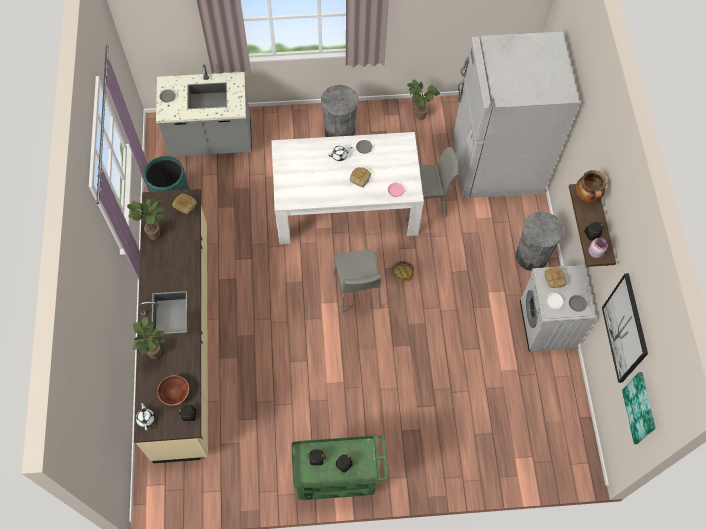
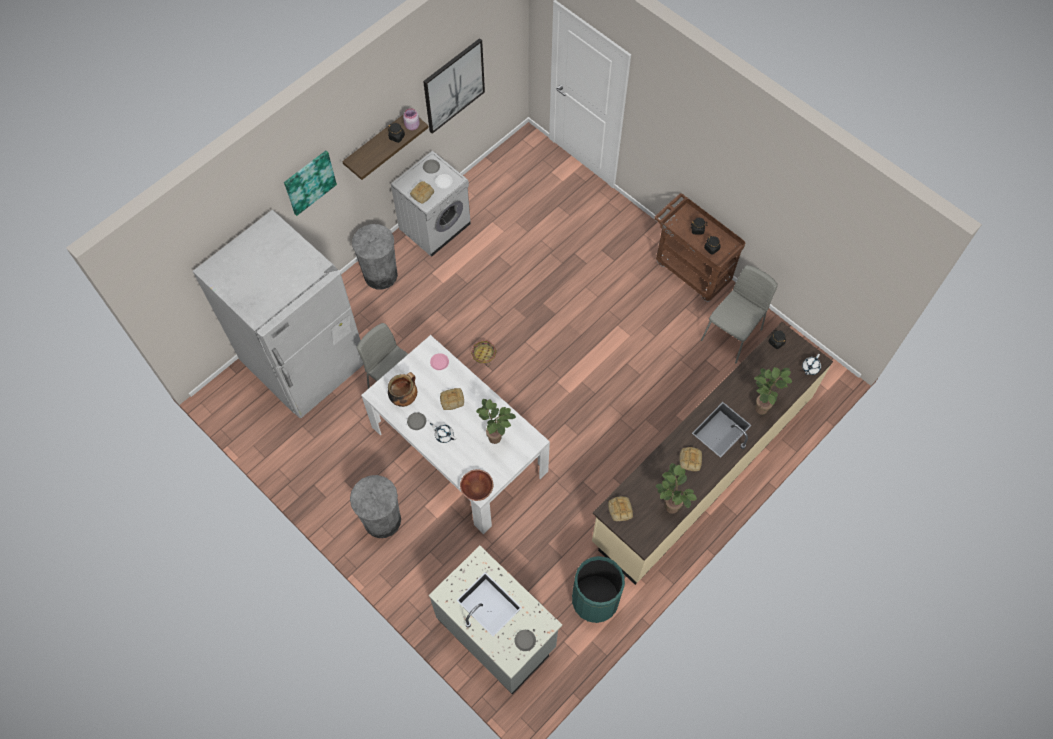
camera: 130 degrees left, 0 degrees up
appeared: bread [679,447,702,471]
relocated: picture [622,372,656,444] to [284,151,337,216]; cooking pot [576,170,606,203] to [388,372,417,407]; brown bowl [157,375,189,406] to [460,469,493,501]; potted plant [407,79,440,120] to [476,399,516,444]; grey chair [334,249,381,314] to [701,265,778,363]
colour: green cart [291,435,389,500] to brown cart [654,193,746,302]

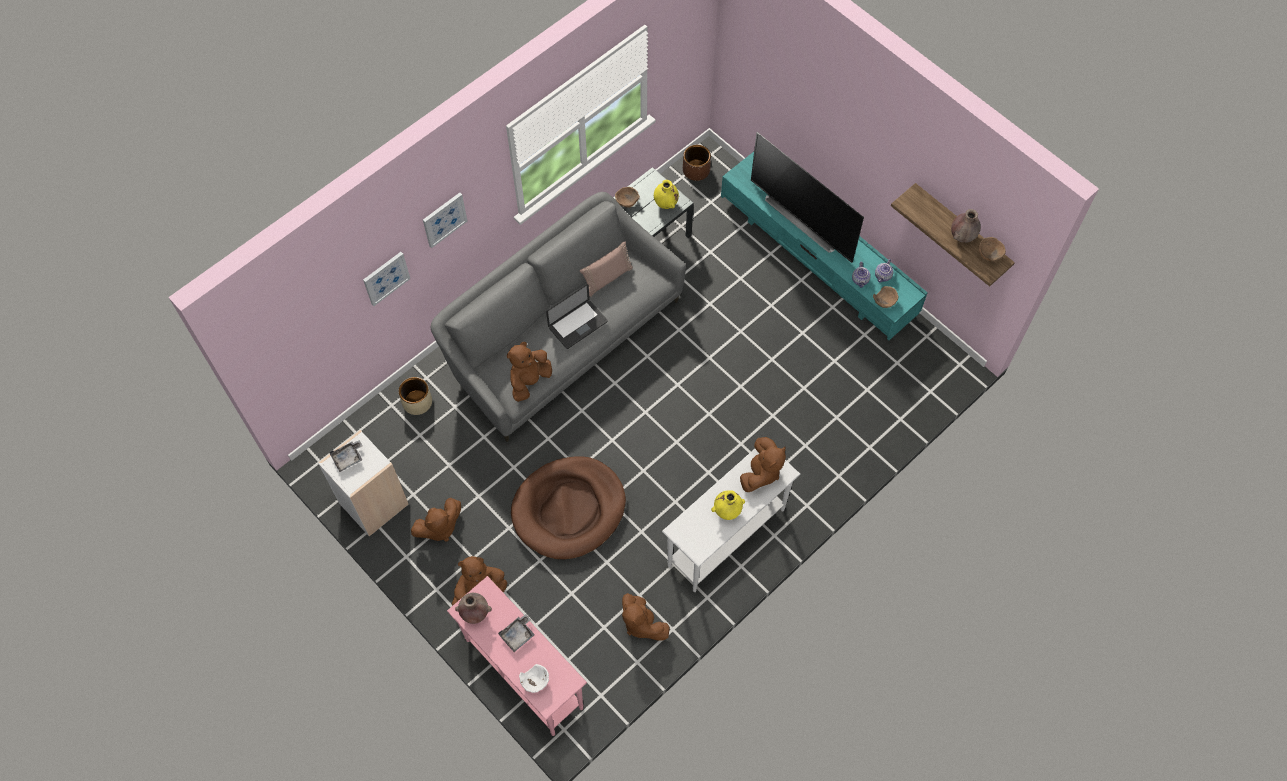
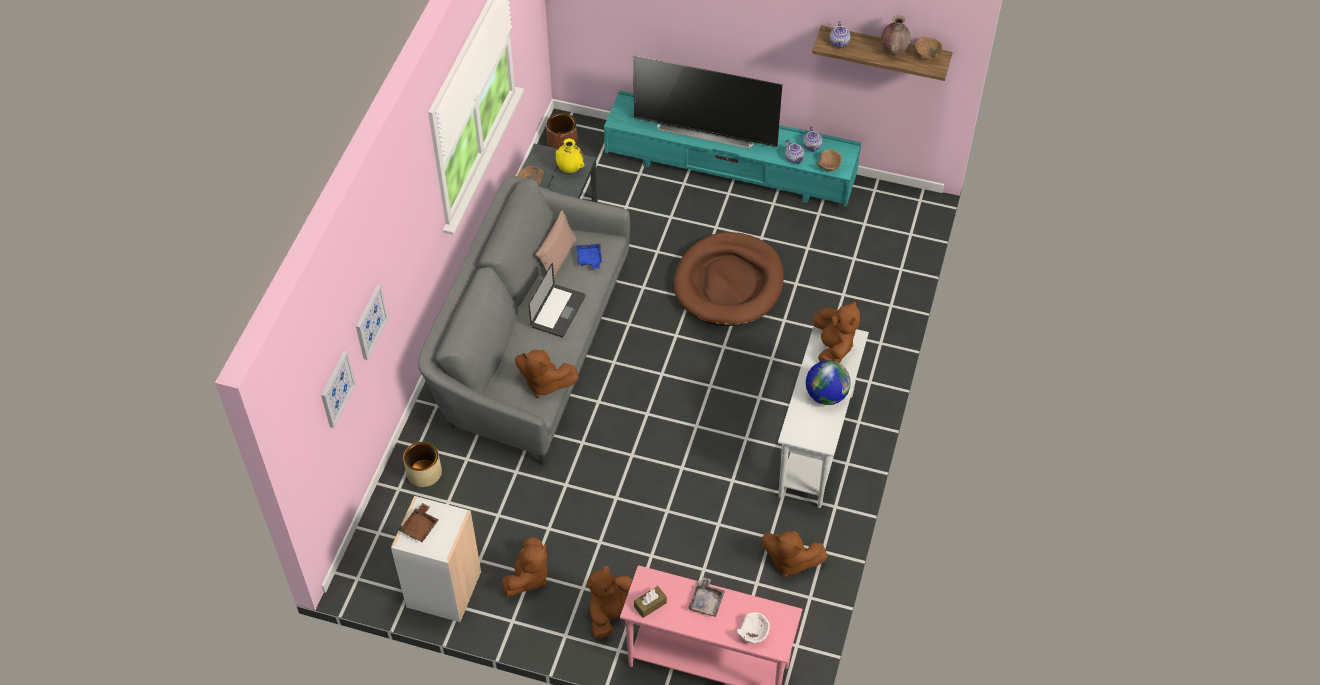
camera: 30 degrees left, 10 degrees down
appeared: blue tray [576,244,602,269]; teapot [830,21,850,48]
relocated: picture [423,193,467,248] to [321,351,356,428]; brown dog bed [511,456,626,559] to [673,232,784,326]
exchanged: brown vase [455,593,492,624] to brown tissue box [634,586,667,618]; yellow vase [711,490,745,520] to globe [806,360,851,405]
colour: grey tray [329,440,363,472] to brown tray [399,503,439,542]
spun: brown plush toy [507,342,552,402] = [515,350,579,397] 75 degrees counterclockwise

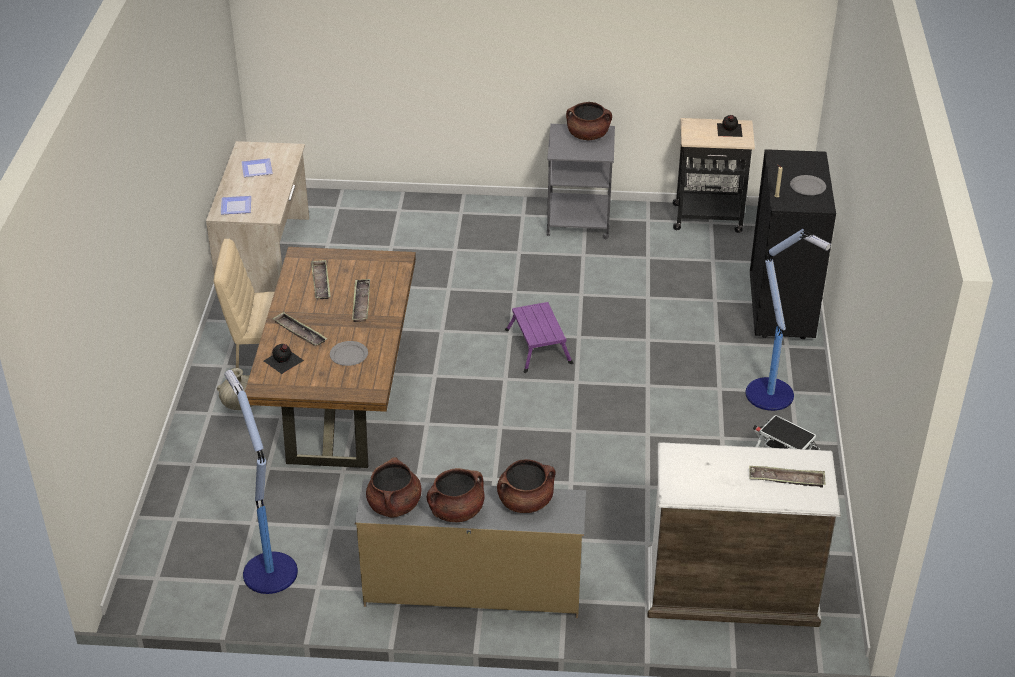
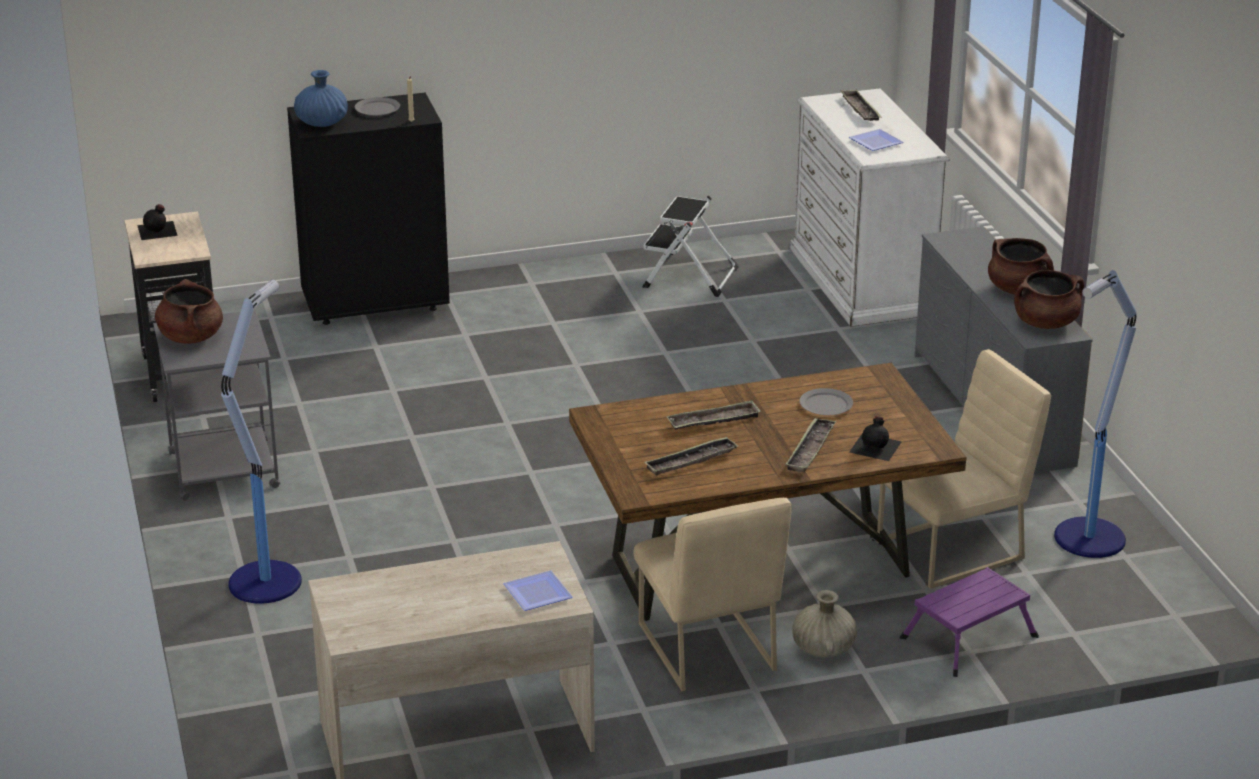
camera: 110 degrees left, 10 degrees down
missing: brown cooking pot [497,459,556,513]
appeared: blue vase [294,70,348,127]; beige chair [877,349,1051,589]
relocated: floor lamp [745,229,831,411] to [221,280,302,604]; plate [242,158,273,177] to [849,129,904,151]; purple step ladder [505,302,573,373] to [900,567,1039,677]

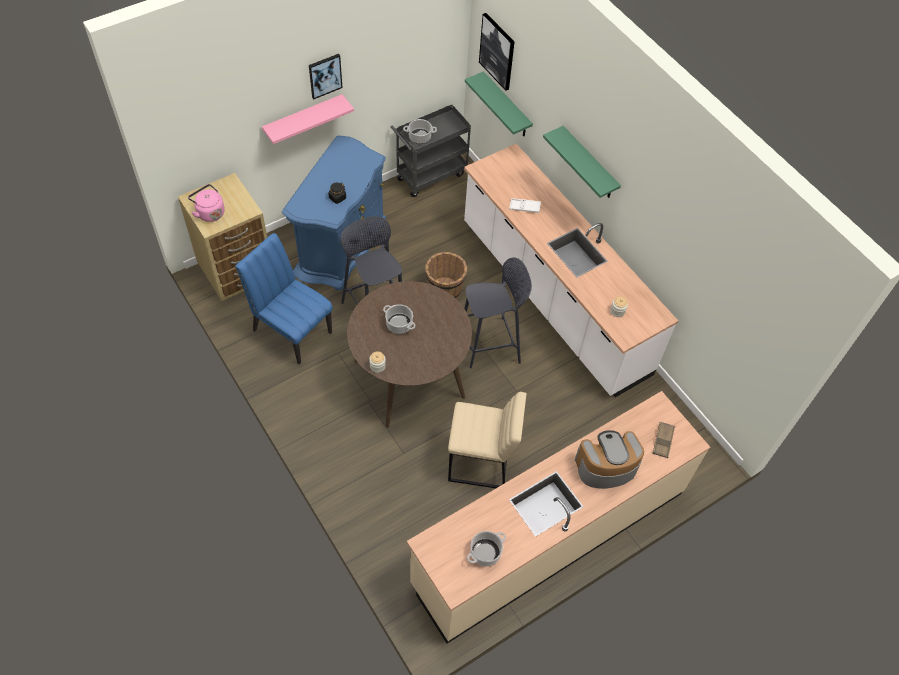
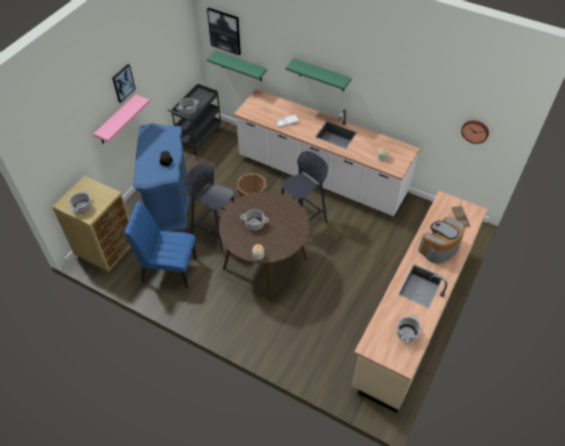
camera: 25 degrees left, 5 degrees down
missing: beige stool [448,392,526,488]
appeared: wall clock [461,120,489,144]
exchanged: pink kettle [188,184,225,222] to cooking pot [69,191,92,214]

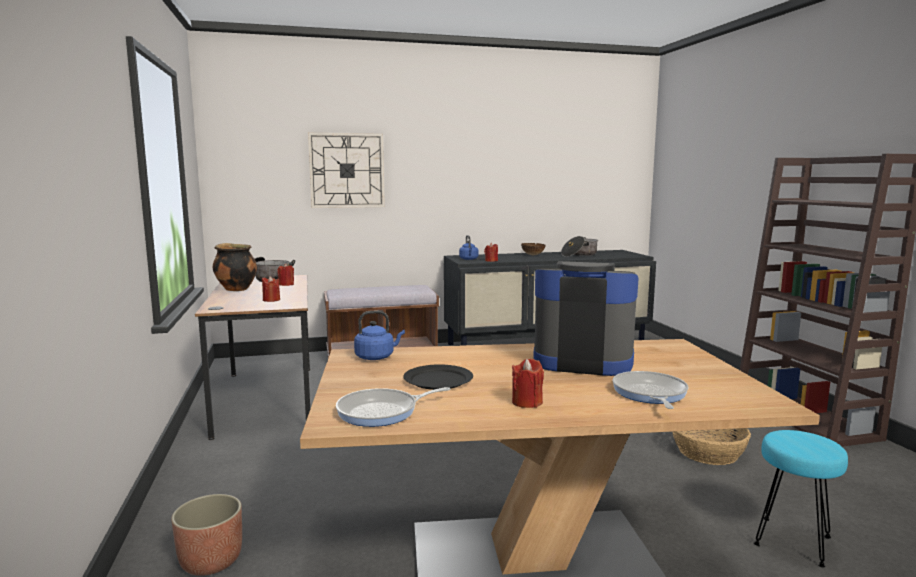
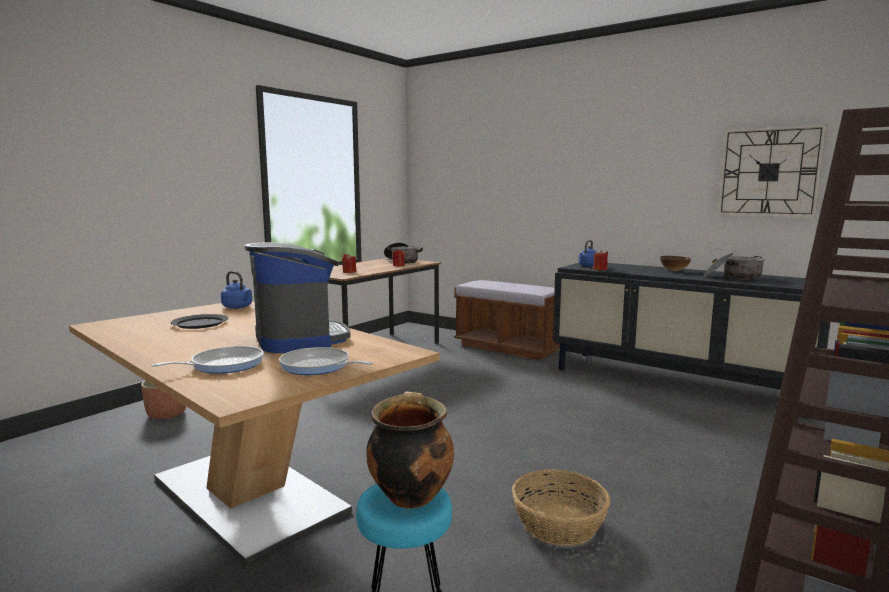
camera: 50 degrees right, 0 degrees up
missing: red candle [512,359,544,408]
relocated: frying pan [336,387,450,427] to [279,347,373,375]; cooking pot [213,243,257,291] to [366,391,454,509]; wall clock [308,133,385,208] to [717,124,827,218]

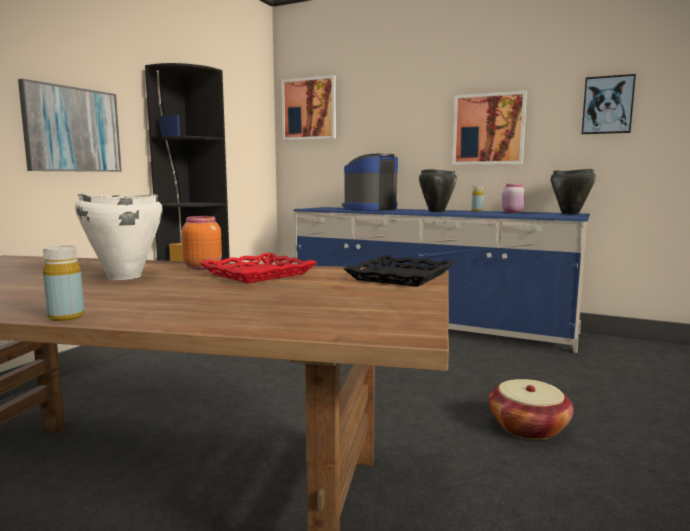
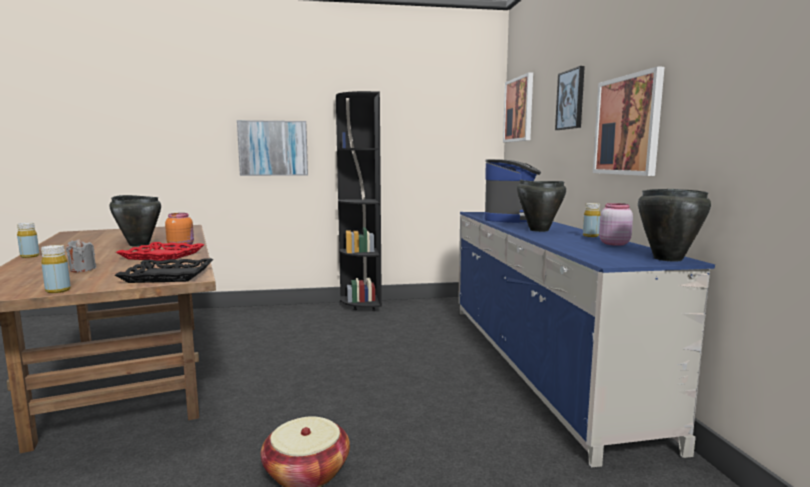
camera: 55 degrees right, 0 degrees up
appeared: yellow bottle [41,245,71,293]; grey candle [66,239,96,272]
relocated: picture [582,74,636,134] to [555,66,585,130]
colour: white cooking pot [75,193,163,280] to black cooking pot [109,195,161,246]
spun: coffee machine [342,154,398,211] = [484,160,541,223] 105 degrees clockwise

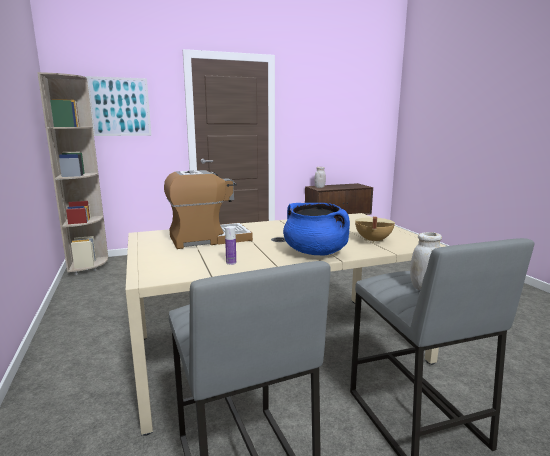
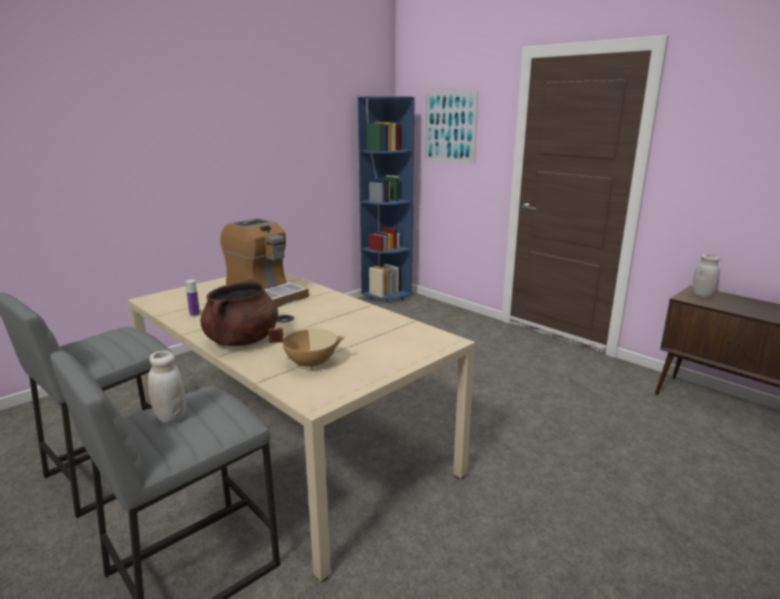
camera: 65 degrees right, 5 degrees up
colour: blue cooking pot [283,203,350,256] to brown cooking pot [201,279,278,346]; beige bookcase [37,72,108,275] to blue bookcase [358,96,415,303]

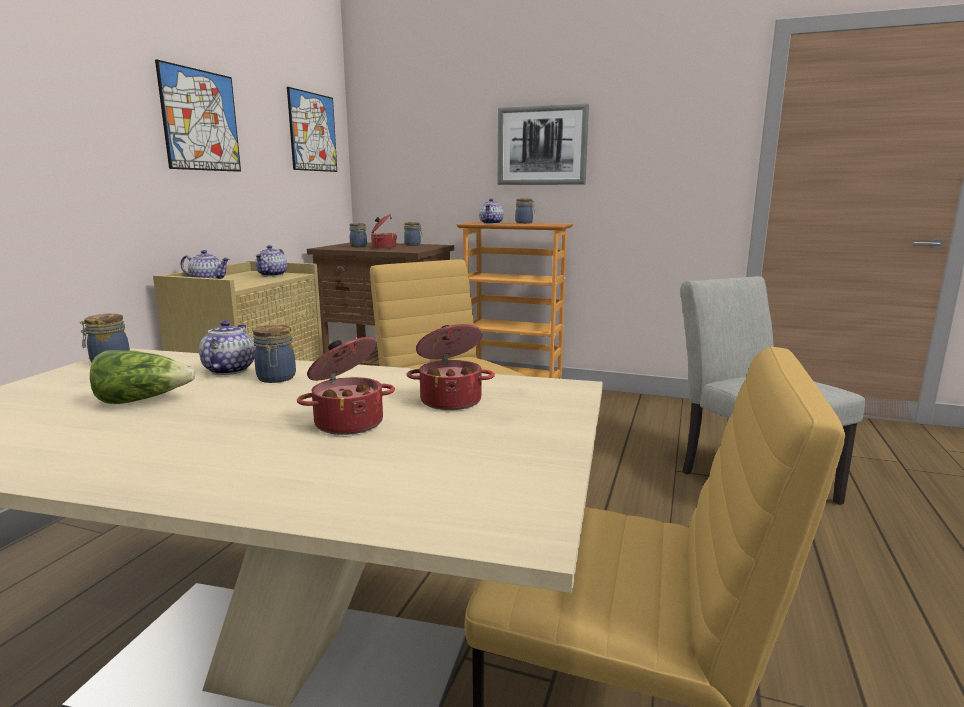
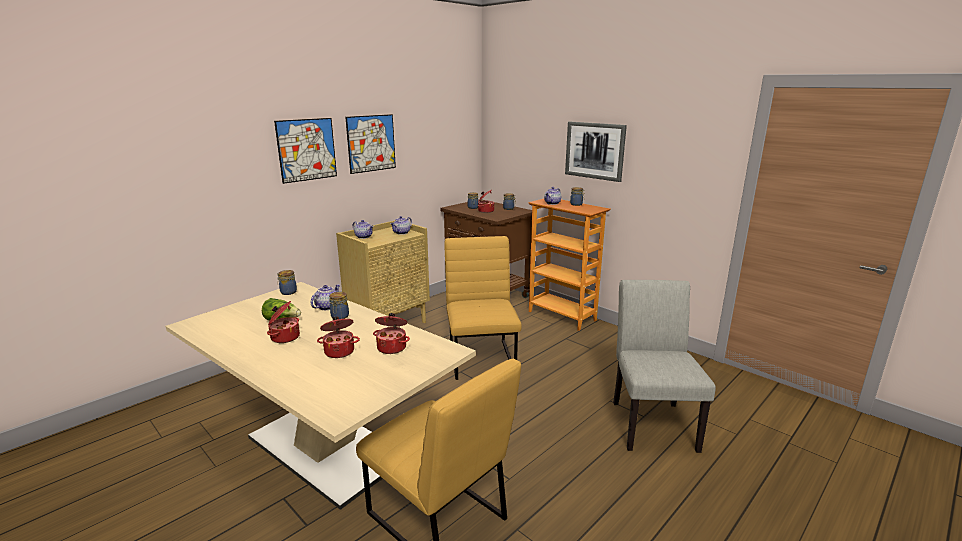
camera: 25 degrees right, 5 degrees up
appeared: cooking pot [267,301,300,343]
relocated: picture [287,87,337,172] to [274,118,337,184]

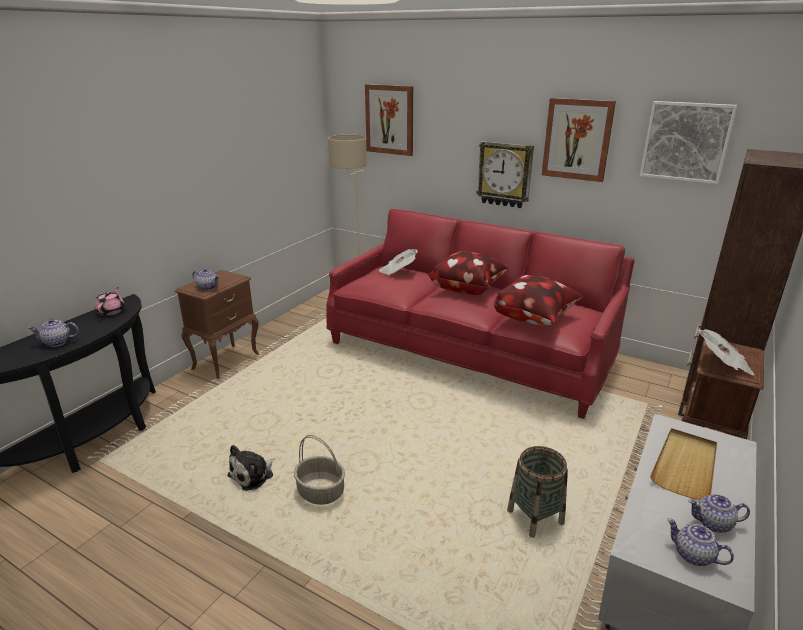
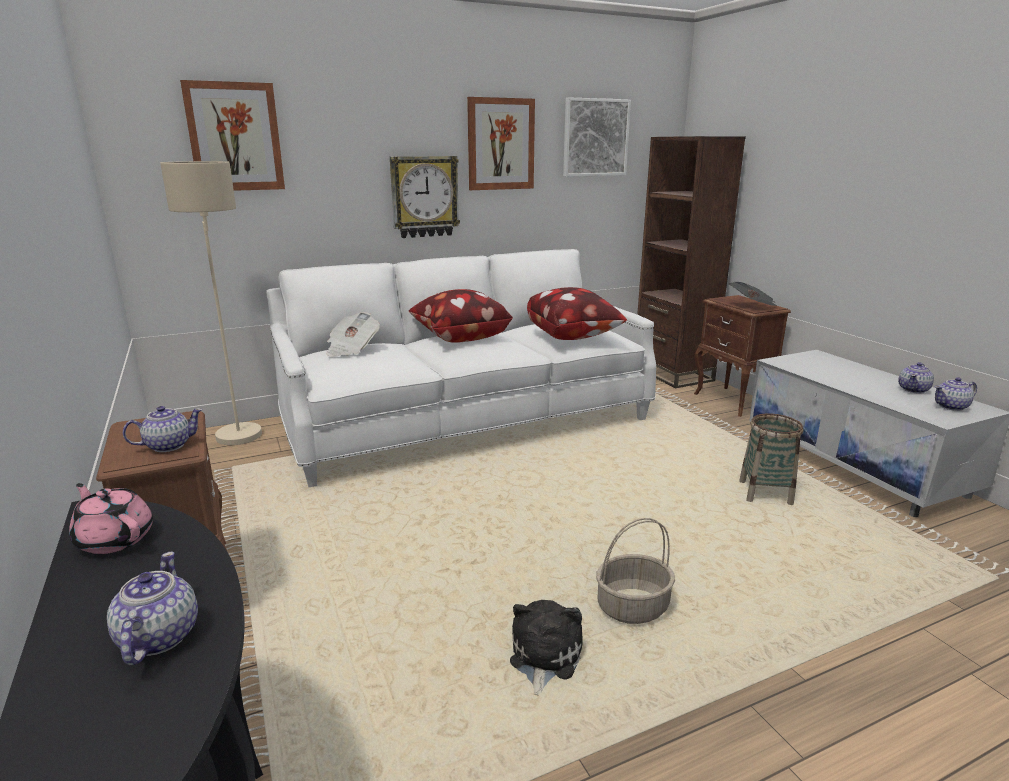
camera: 55 degrees left, 5 degrees down
missing: beige tray [650,428,717,500]
colour: red sofa [326,209,635,419] to white sofa [266,249,656,487]
spun: teapot [28,319,79,347] = [107,552,198,665] 150 degrees clockwise; plush toy [227,445,275,491] = [510,600,582,695] 150 degrees counterclockwise

